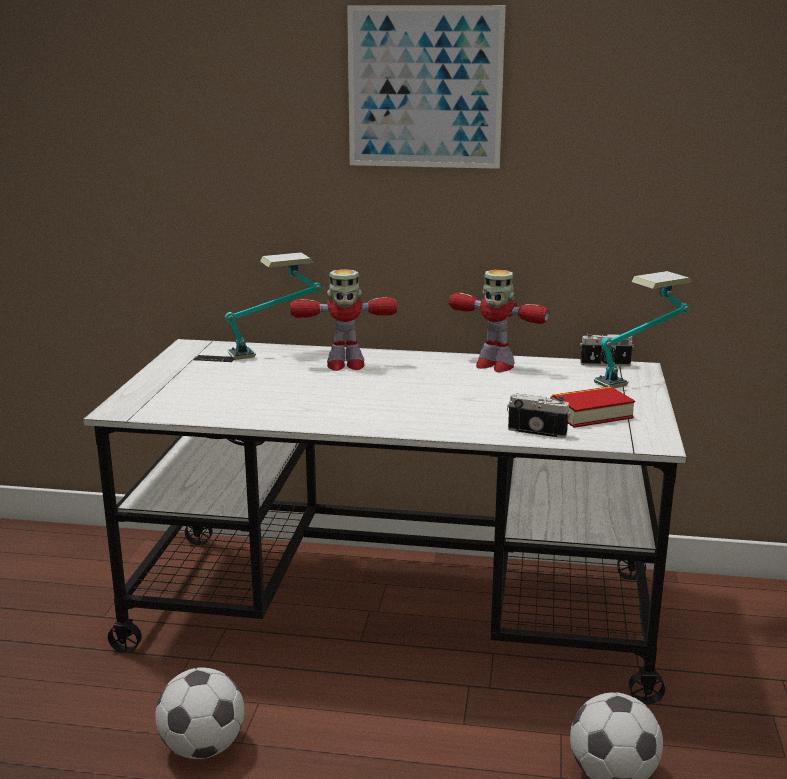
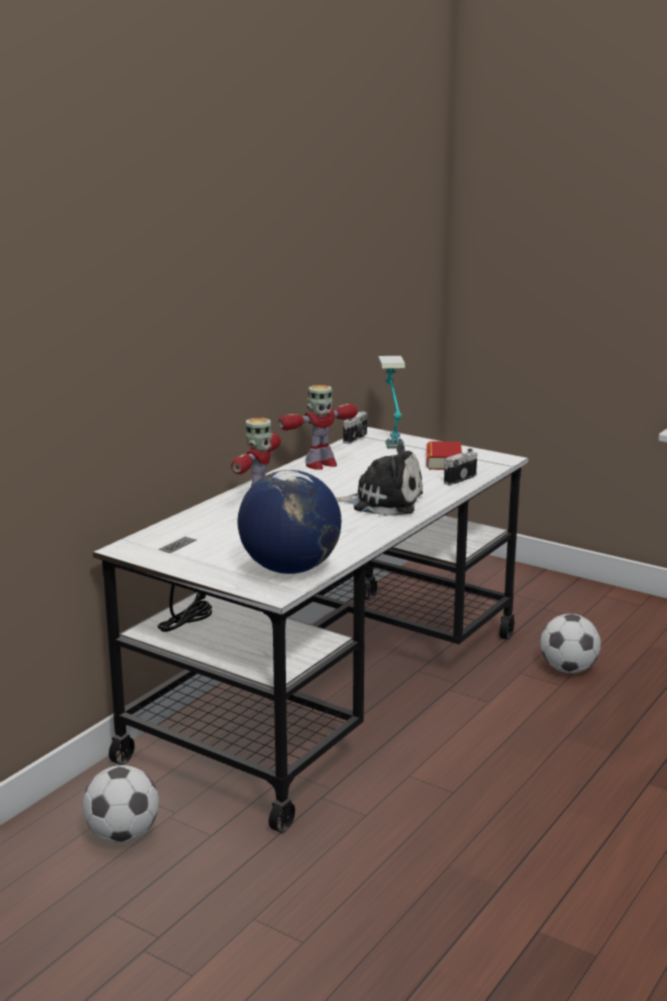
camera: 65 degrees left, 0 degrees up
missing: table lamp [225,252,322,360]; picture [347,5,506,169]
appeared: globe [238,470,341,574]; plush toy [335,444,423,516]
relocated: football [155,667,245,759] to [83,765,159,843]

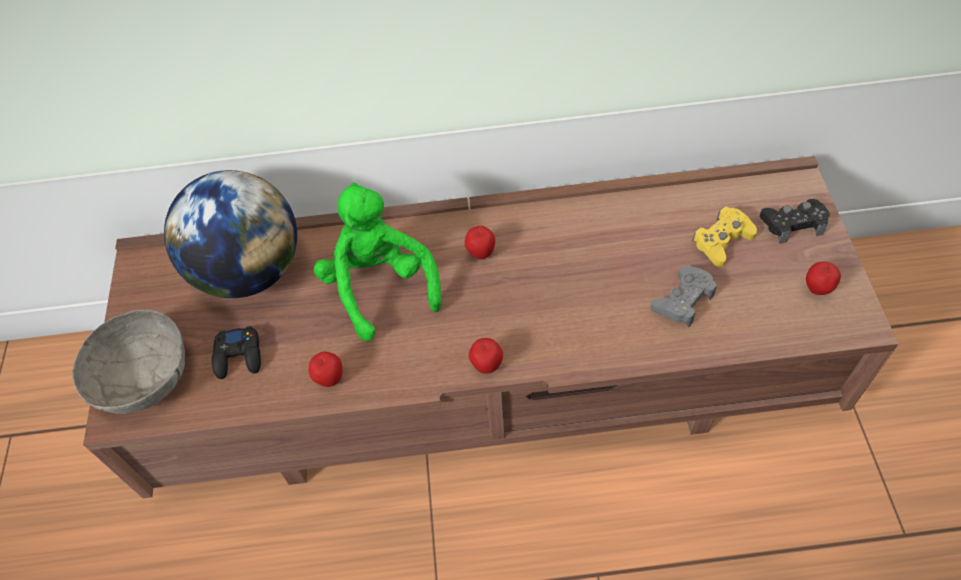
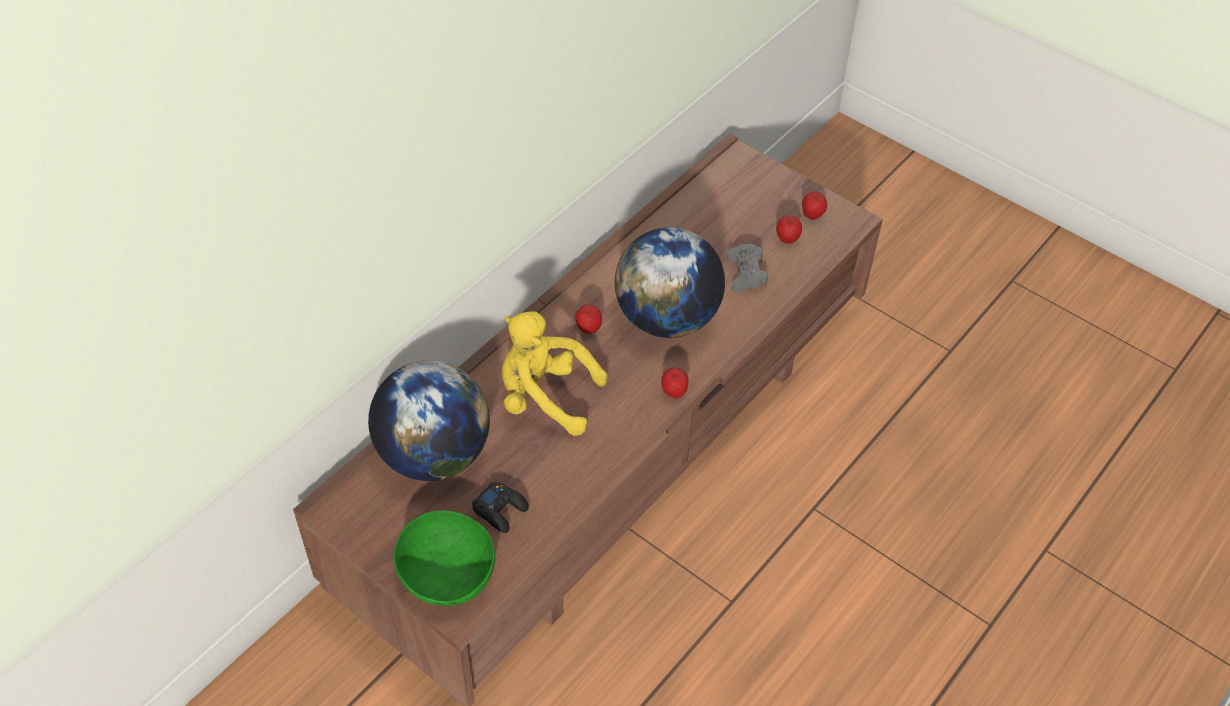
camera: 50 degrees left, 5 degrees down
missing: yellow game controller [692,206,757,268]; black game controller [760,199,830,244]
appeared: globe [615,227,725,338]
relocated: apple [309,352,342,387] to [776,215,802,244]
colour: grey bowl [72,310,185,414] to green bowl [394,510,495,606]; green plush toy [314,182,442,341] to yellow plush toy [502,311,607,436]

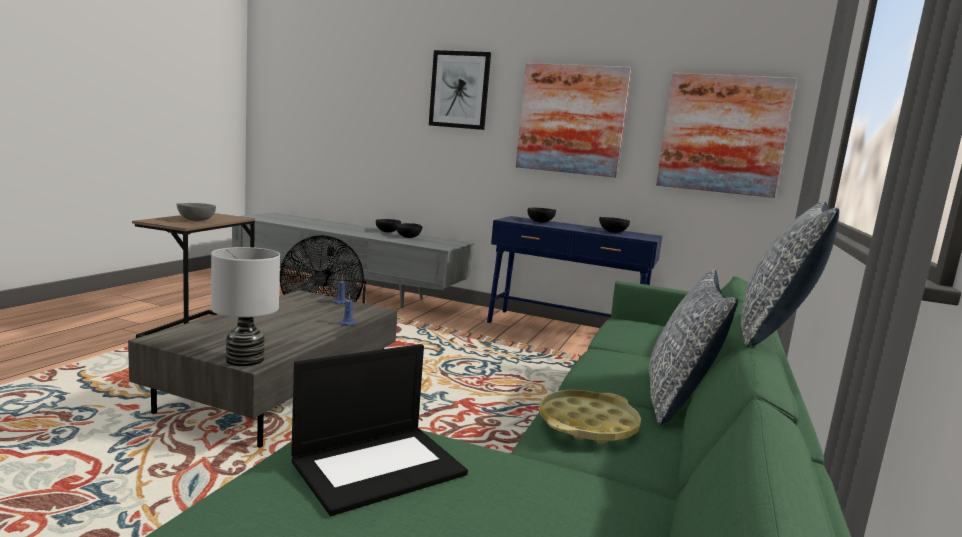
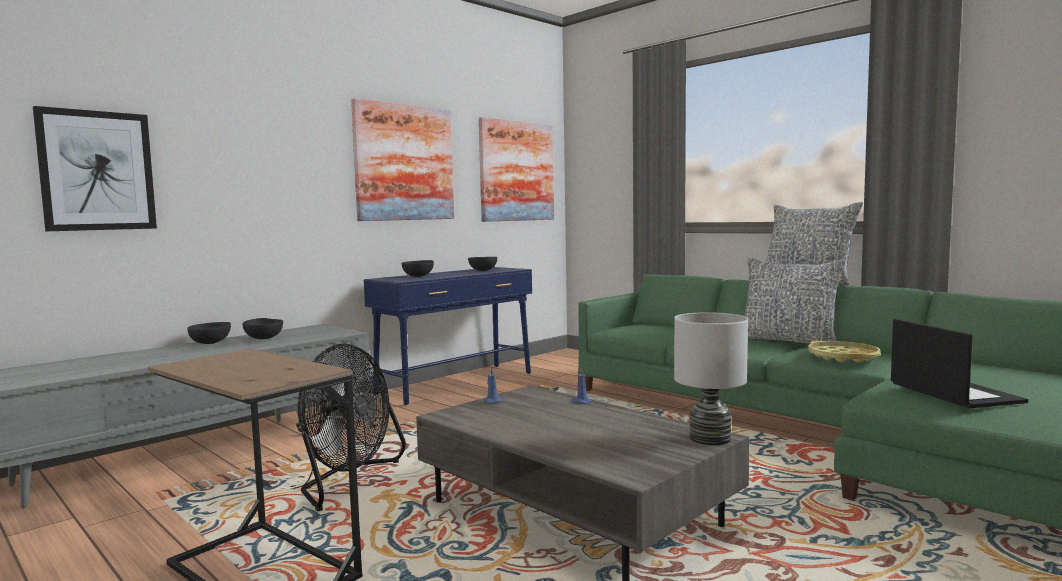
camera: 65 degrees left, 5 degrees down
missing: grey bowl [177,203,216,221]
relocated: picture [429,50,491,130] to [33,106,157,231]

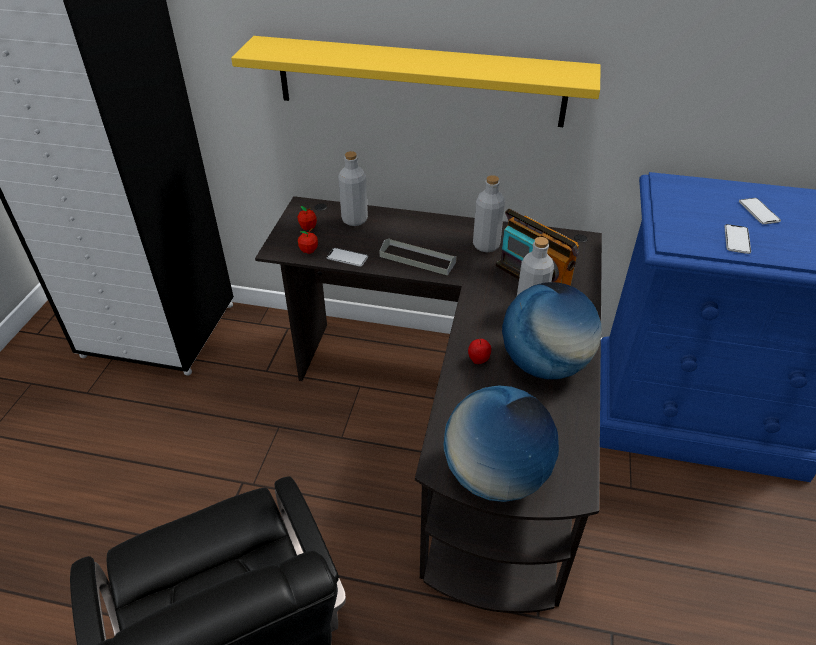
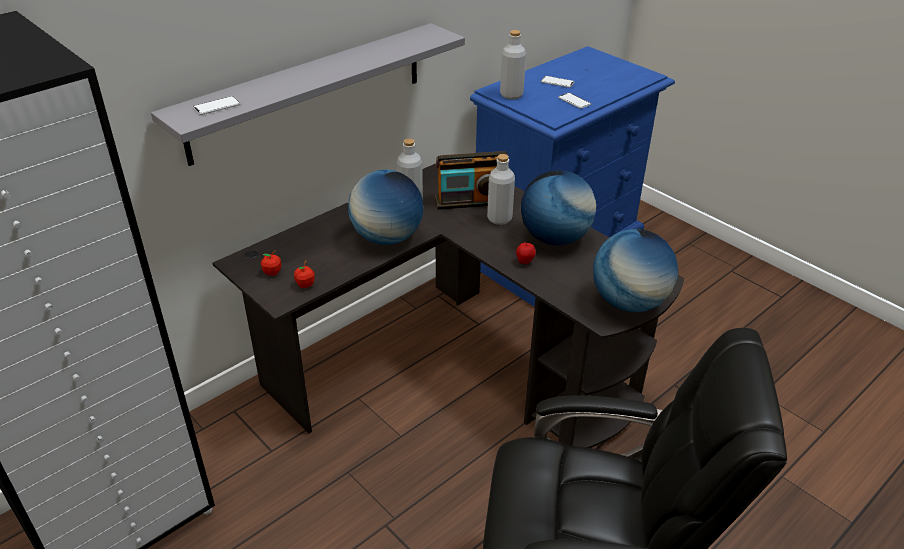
camera: 55 degrees left, 5 degrees down
relocated: phone [327,248,368,267] to [193,96,241,115]; grey bottle [338,151,368,226] to [500,30,526,100]
exchanged: grey tray [380,238,457,275] to globe [348,170,423,245]
colour: yellow shelf [231,36,601,127] to grey shelf [151,23,465,166]

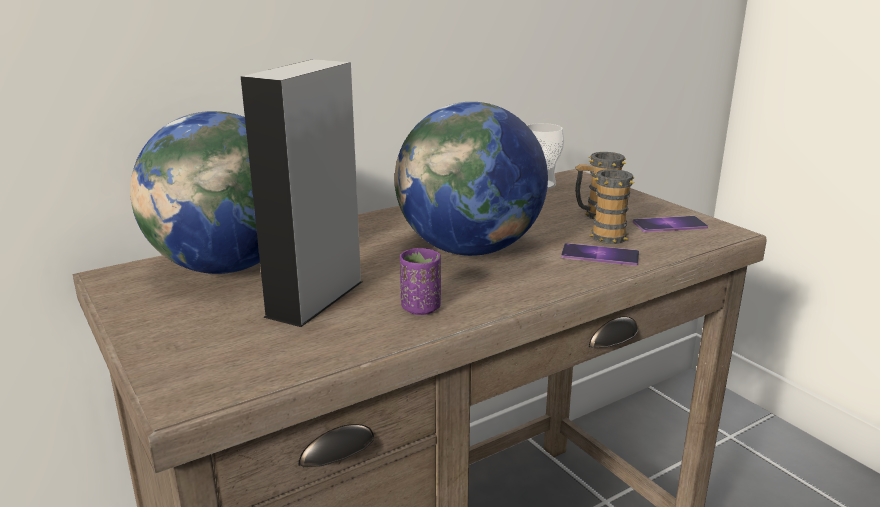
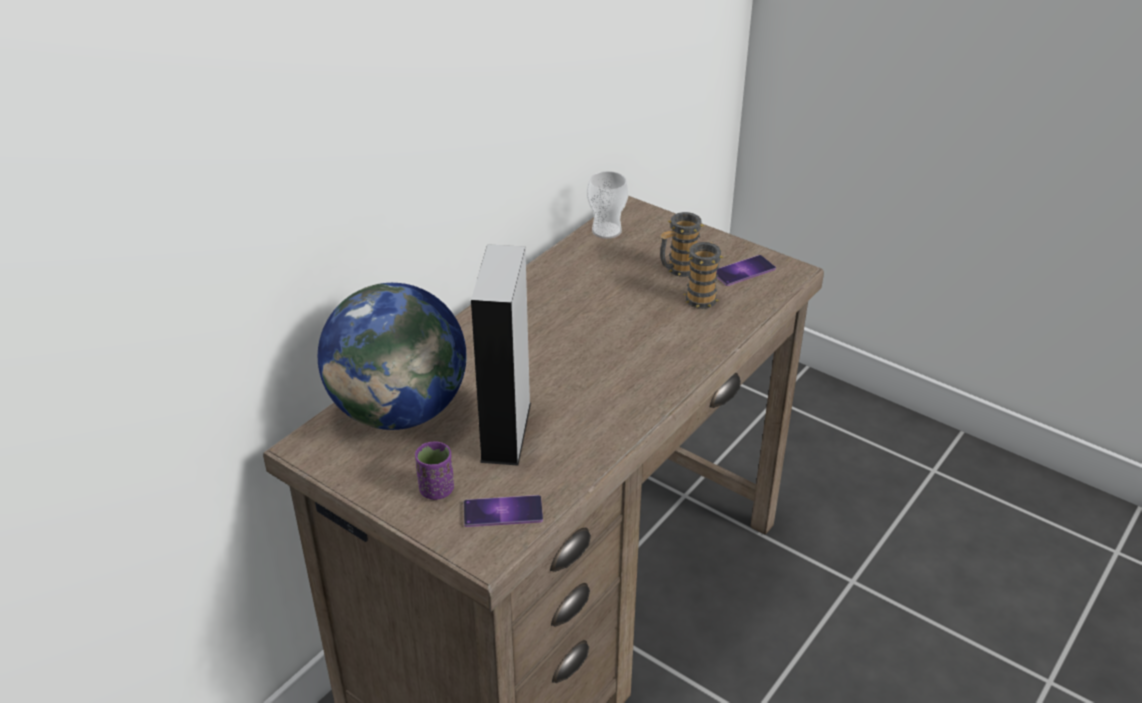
camera: 20 degrees left, 15 degrees up
missing: globe [395,102,548,256]
relocated: purple cup [400,248,441,315] to [415,441,454,500]; phone [561,243,639,266] to [464,495,543,527]

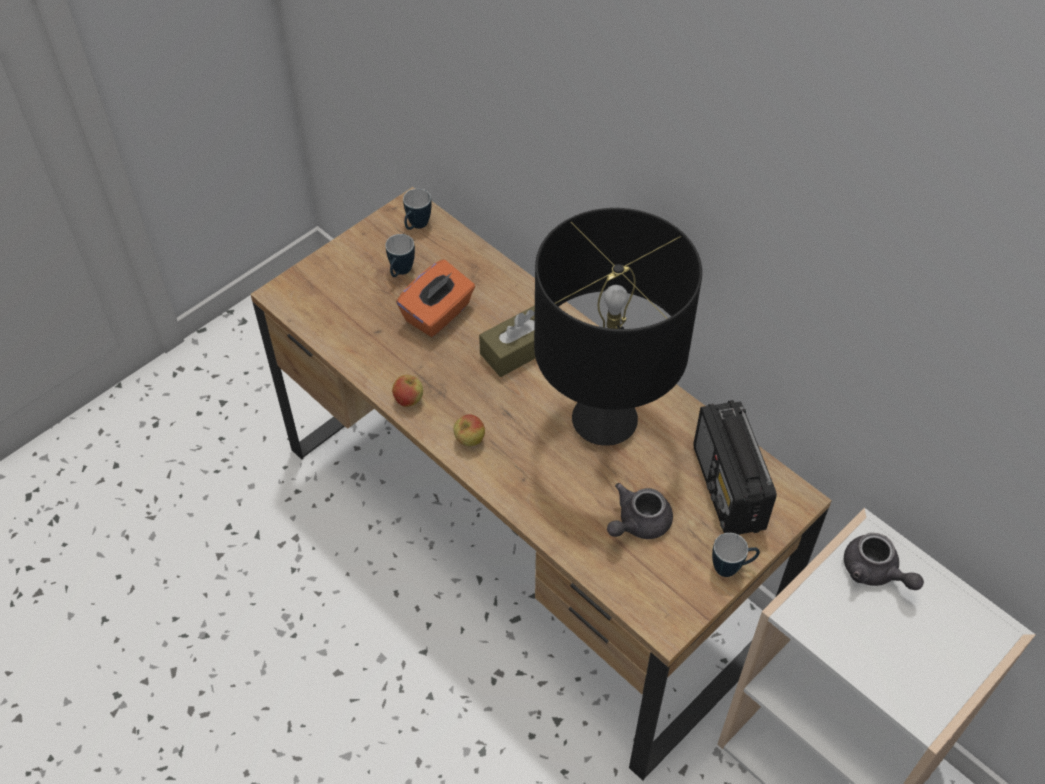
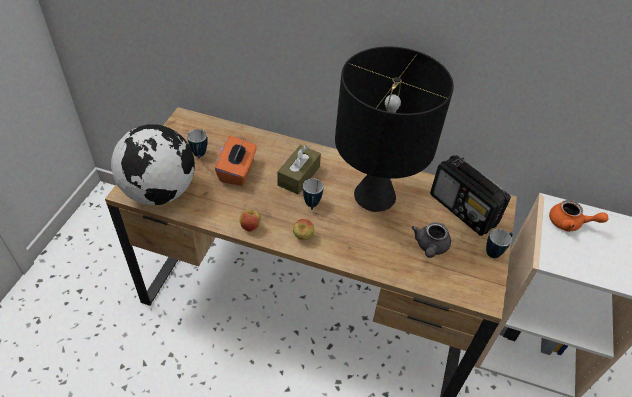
camera: 30 degrees left, 5 degrees down
appeared: globe [111,125,195,205]
relocated: mug [403,188,432,230] to [303,179,323,210]
colour: grey teapot [844,533,924,590] to orange teapot [549,200,608,232]

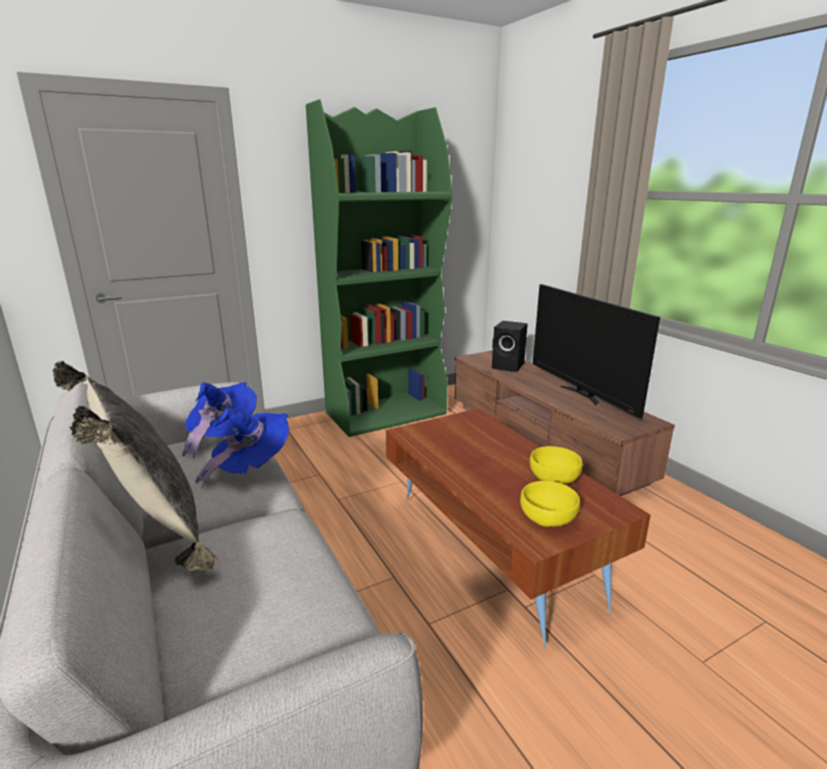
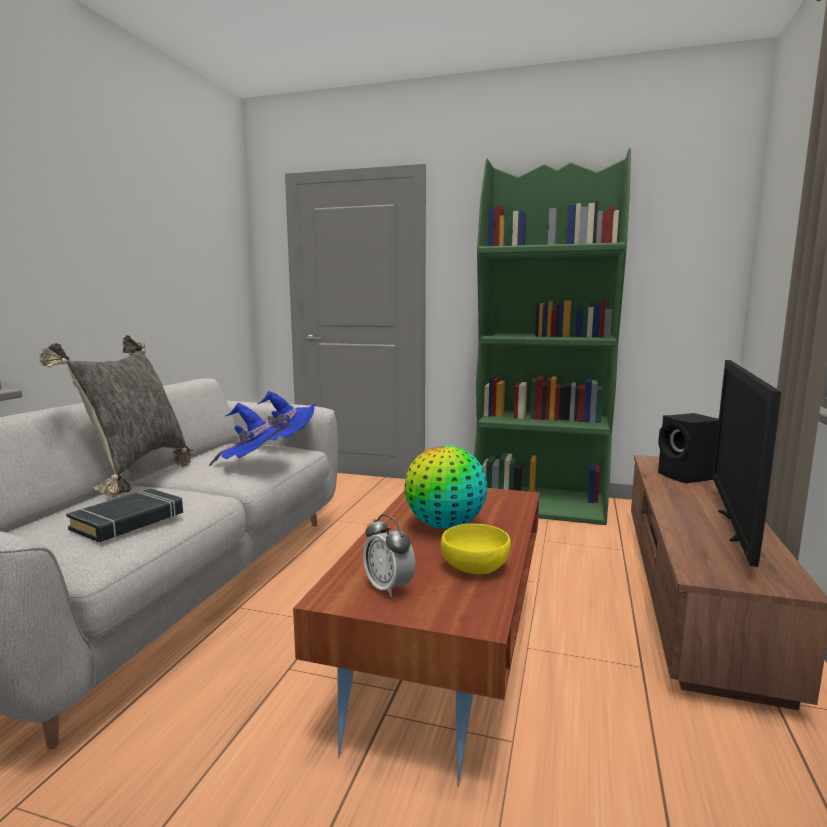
camera: 45 degrees right, 10 degrees down
appeared: black book [66,489,183,542]; globe [404,445,488,529]
exchanged: yellow bowl [520,481,580,527] to alarm clock [363,514,416,597]

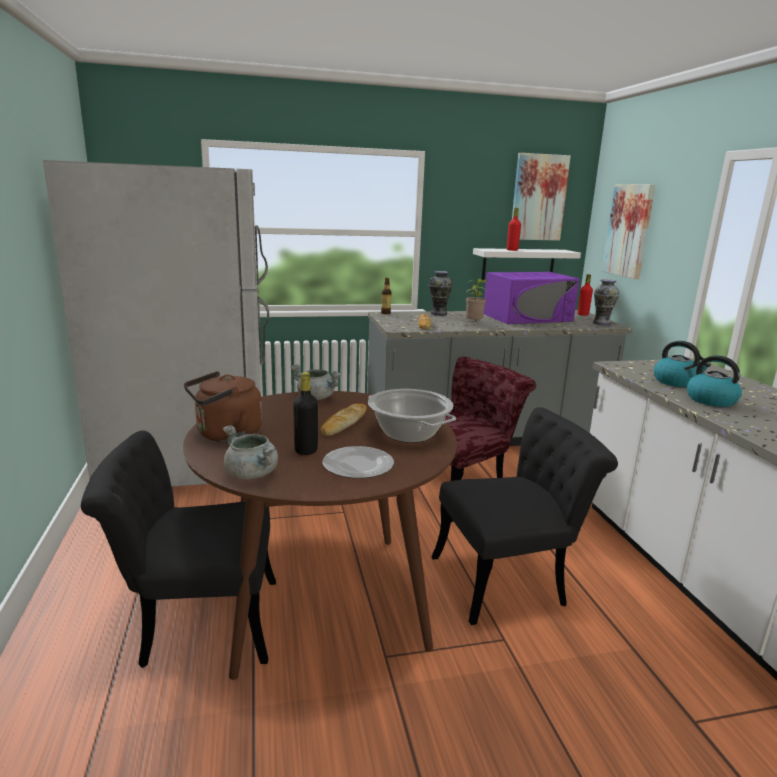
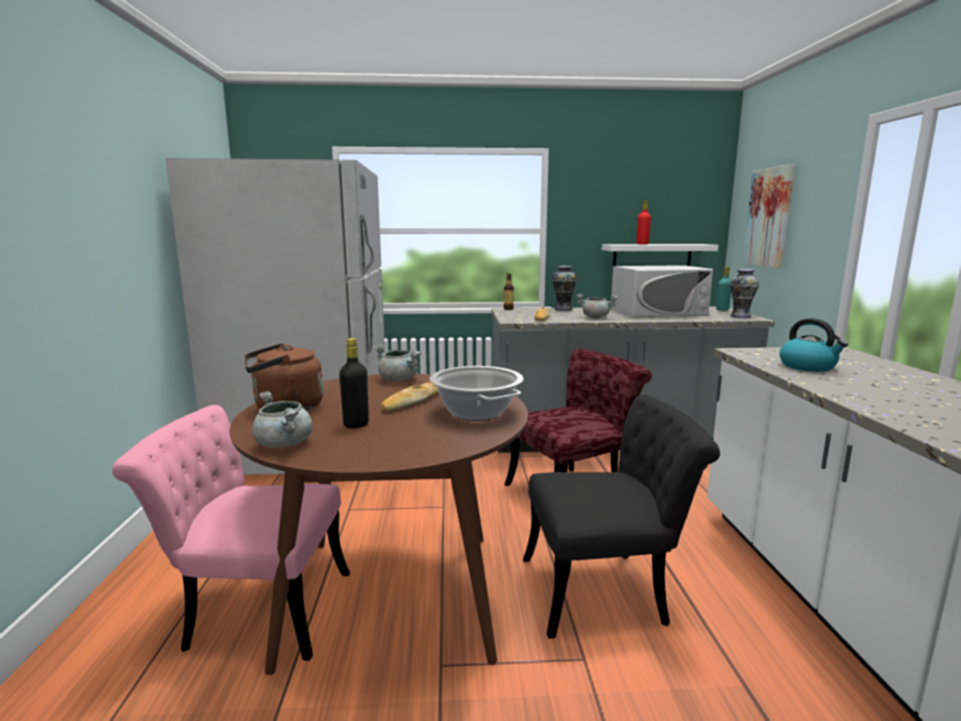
camera: 10 degrees right, 5 degrees down
missing: plate [323,446,394,478]; picture [512,153,571,241]; kettle [684,355,742,407]
exchanged: potted plant [466,279,488,322] to grey cooking pot [577,294,618,318]
colour: black chair [81,430,276,668] to pink chair [112,405,350,661]; purple microwave [484,272,579,324] to white microwave [611,265,713,317]; red bottle [578,274,593,316] to turquoise bottle [716,266,731,311]

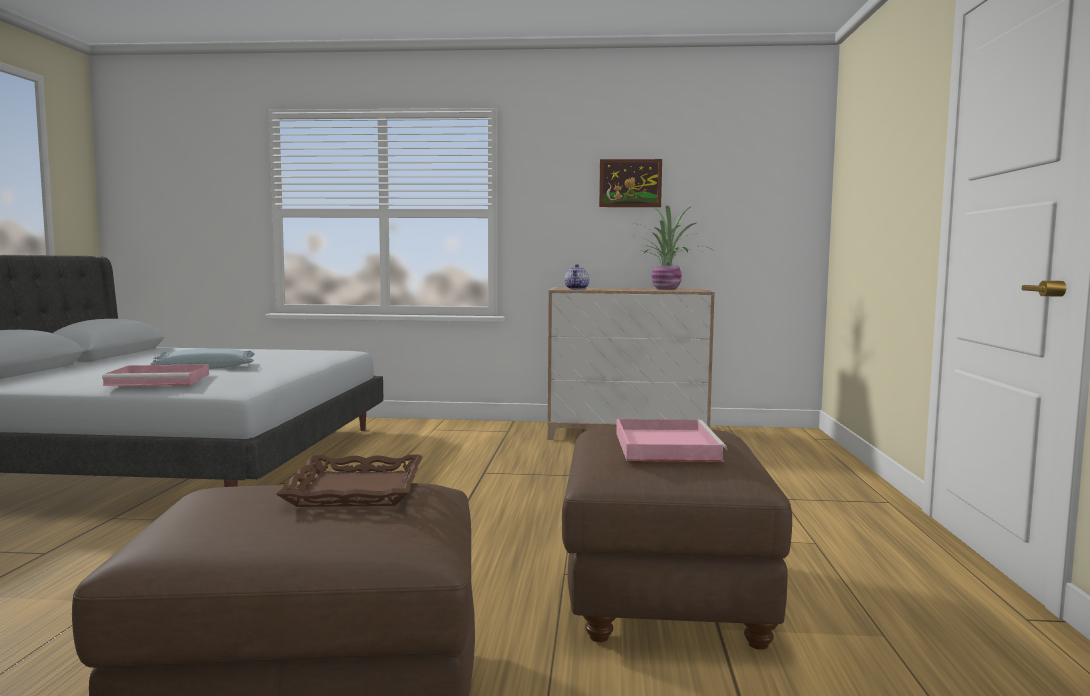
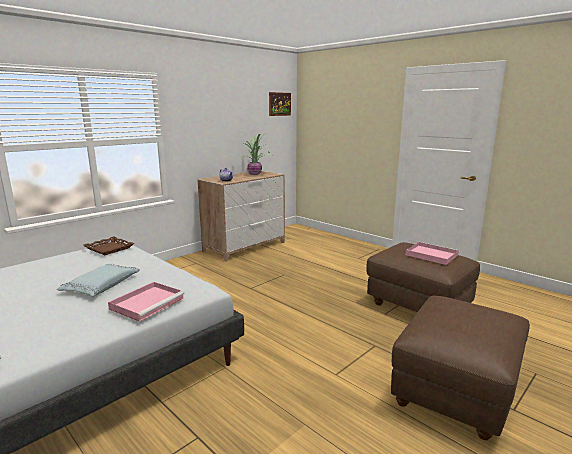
camera: 50 degrees left, 10 degrees up
relocated: brown tray [276,455,423,507] to [83,236,134,255]; picture [599,159,662,207] to [269,92,291,116]

